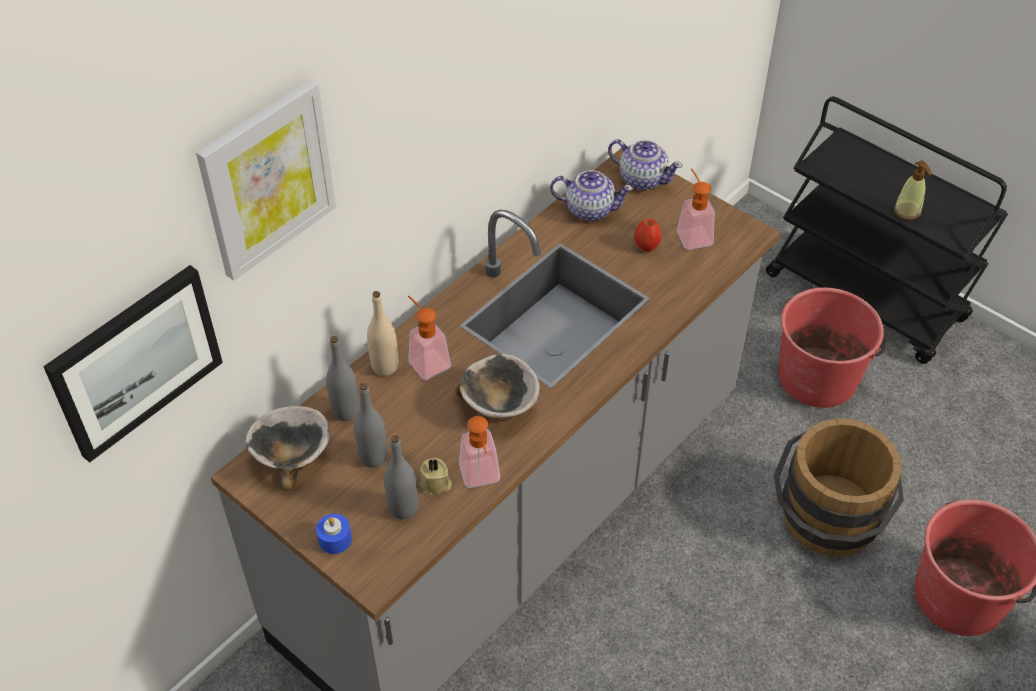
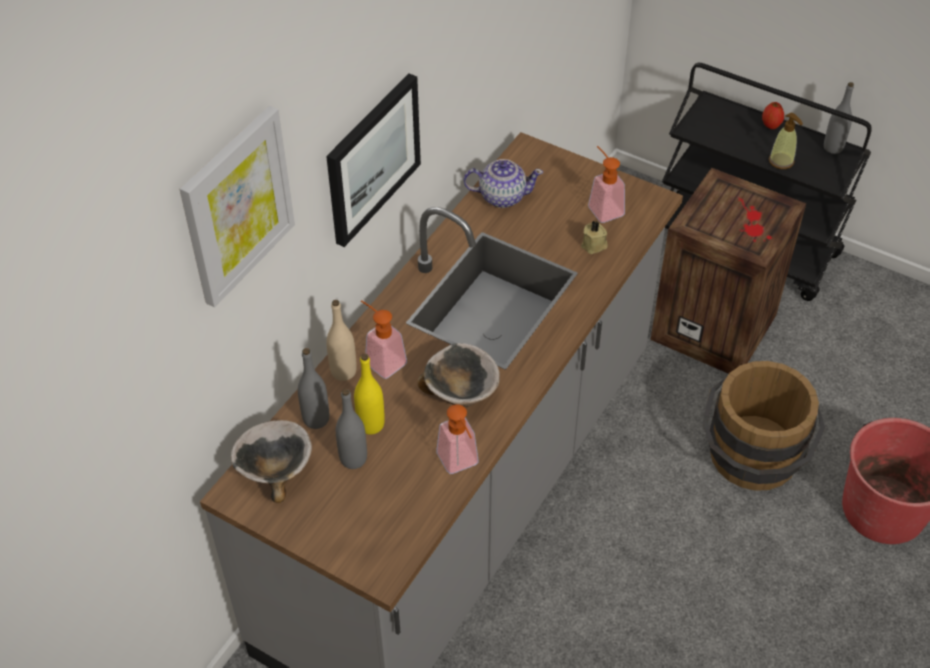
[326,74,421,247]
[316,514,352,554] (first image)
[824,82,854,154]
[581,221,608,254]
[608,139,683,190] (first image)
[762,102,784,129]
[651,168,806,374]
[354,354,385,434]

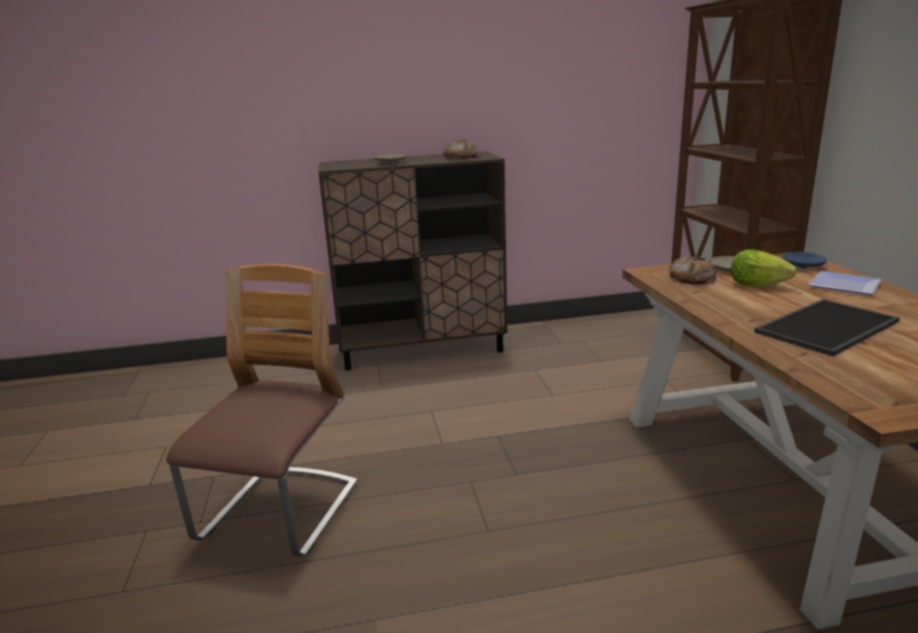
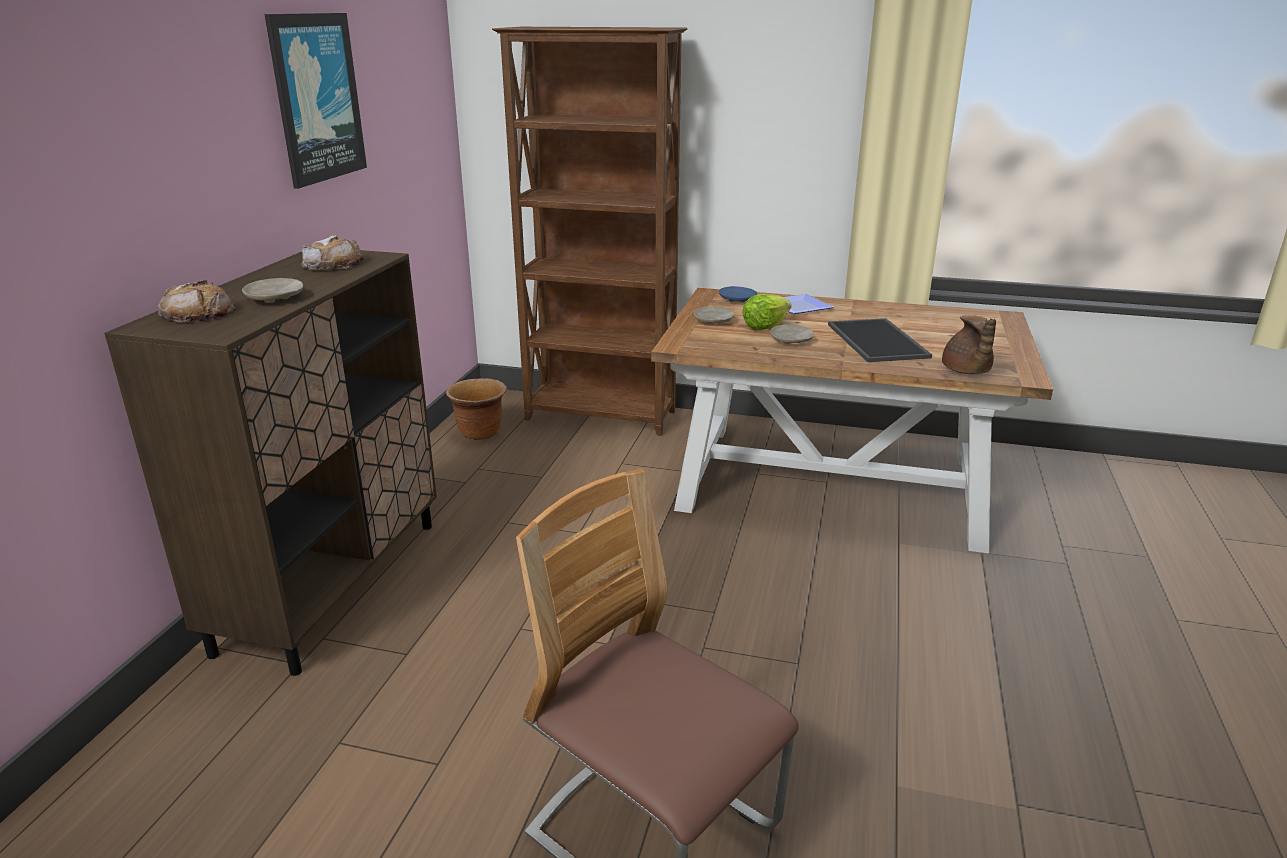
[158,280,236,323]
[265,13,367,189]
[446,378,507,440]
[770,324,814,344]
[942,315,996,374]

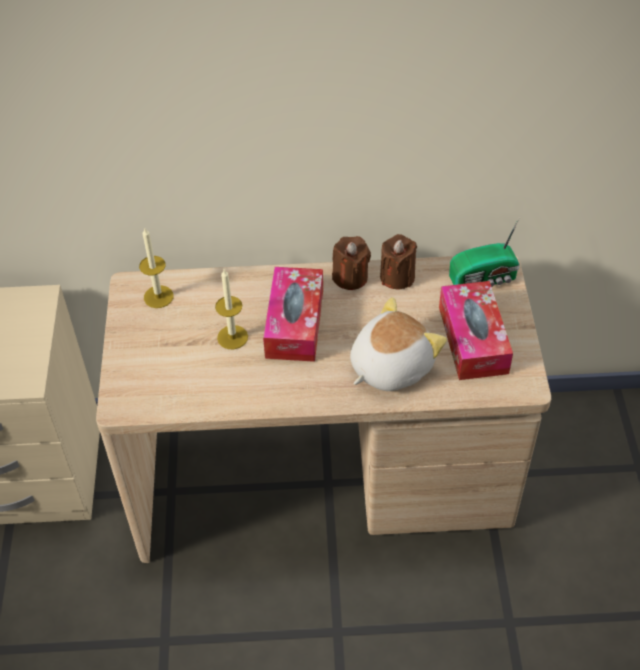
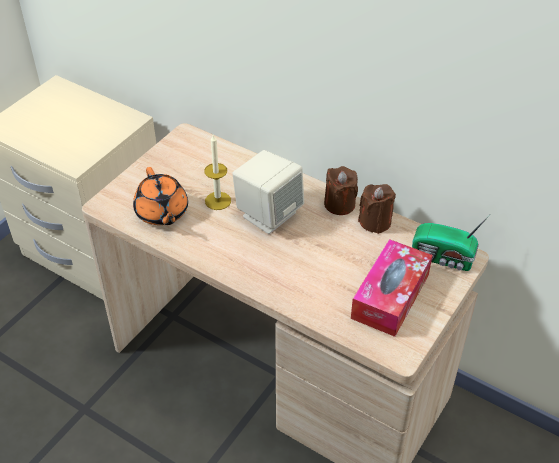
[139,228,174,308] (first image)
[232,150,304,234]
[350,297,447,391] (first image)
[133,167,188,225]

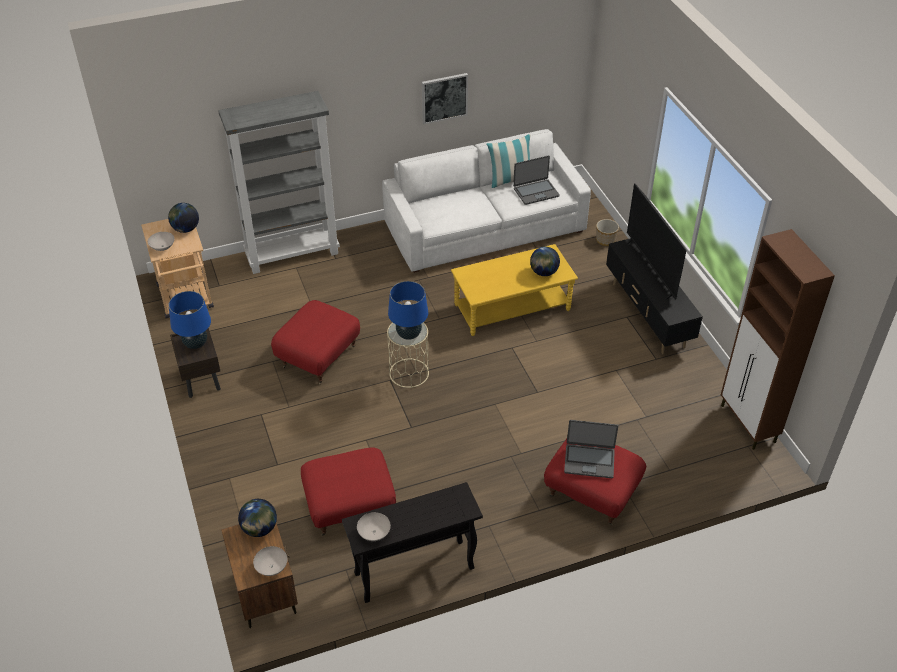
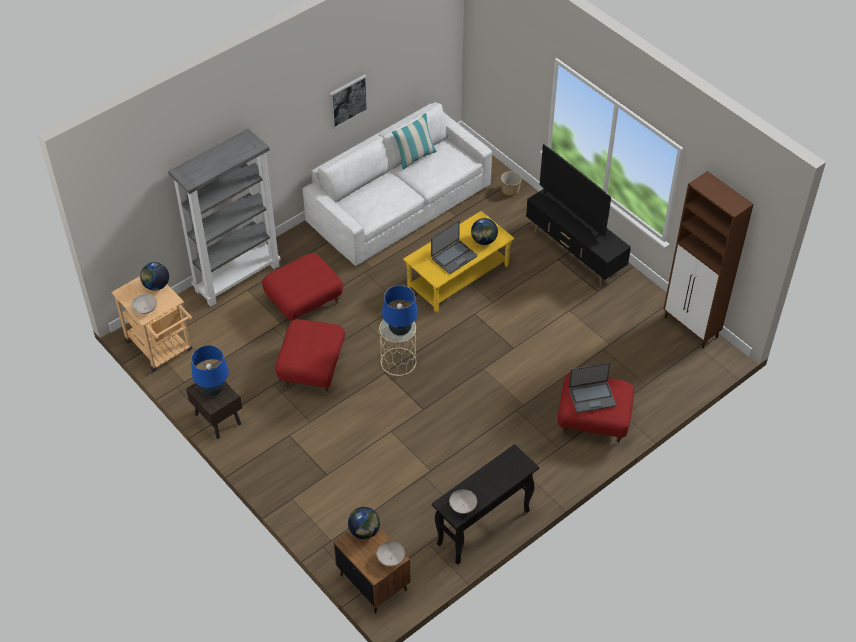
[262,253,343,321]
[431,220,477,274]

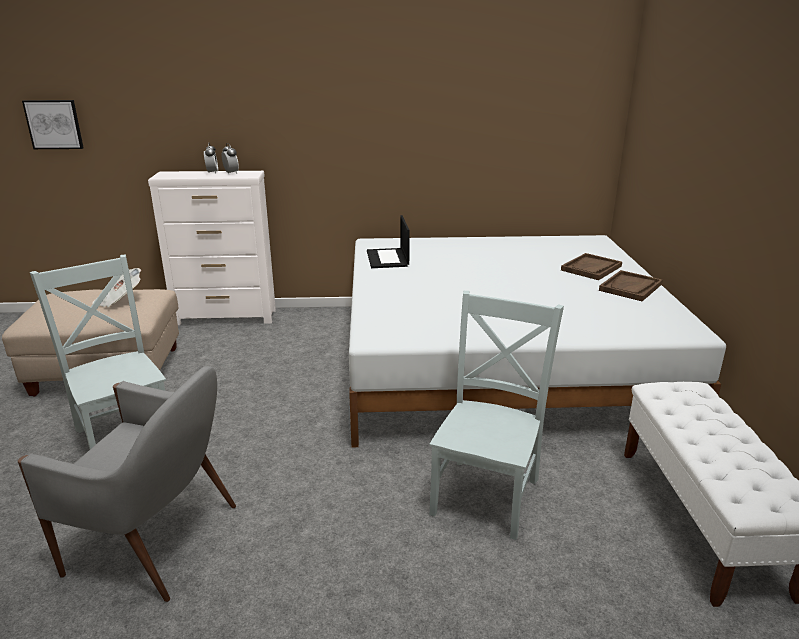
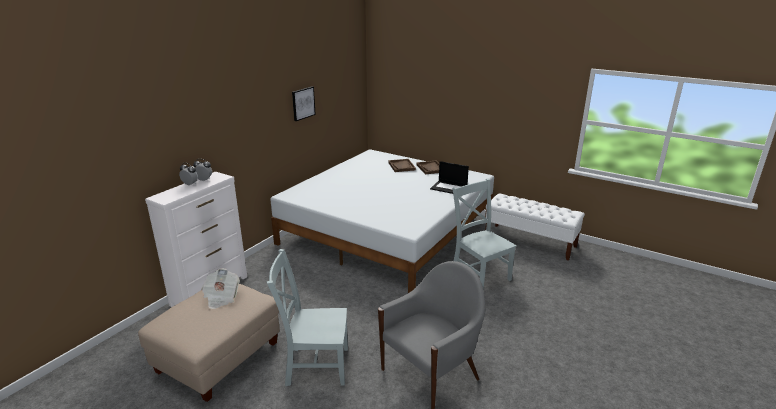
[292,86,316,121]
[430,161,469,194]

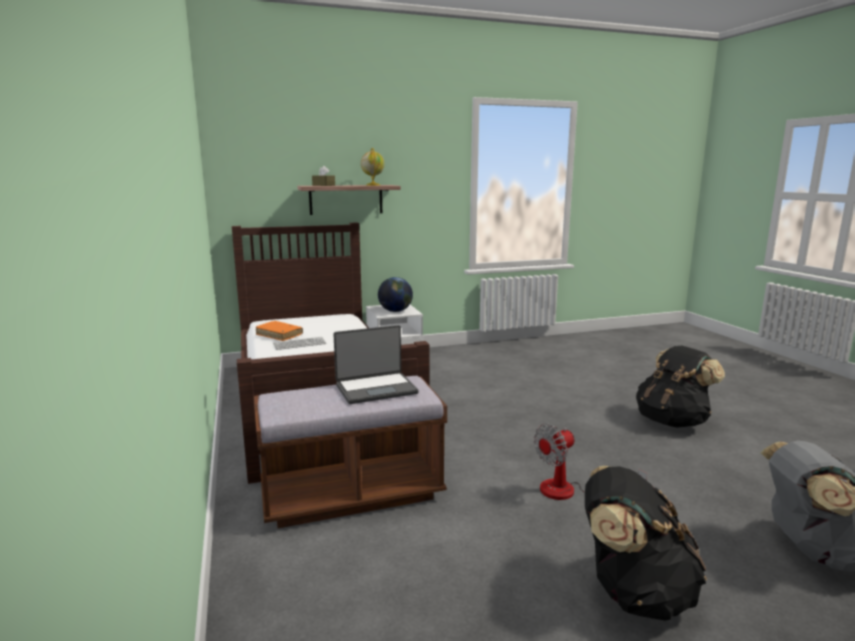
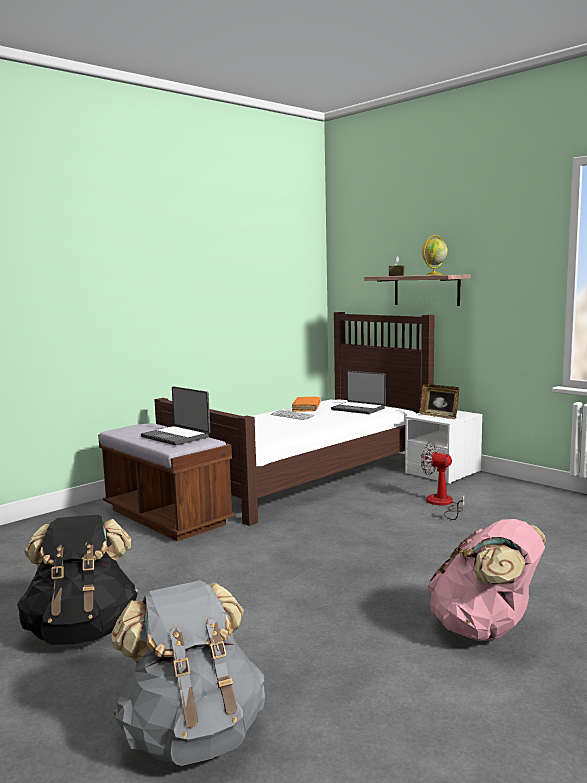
[420,384,459,419]
[421,443,465,520]
[428,519,546,641]
[331,371,386,414]

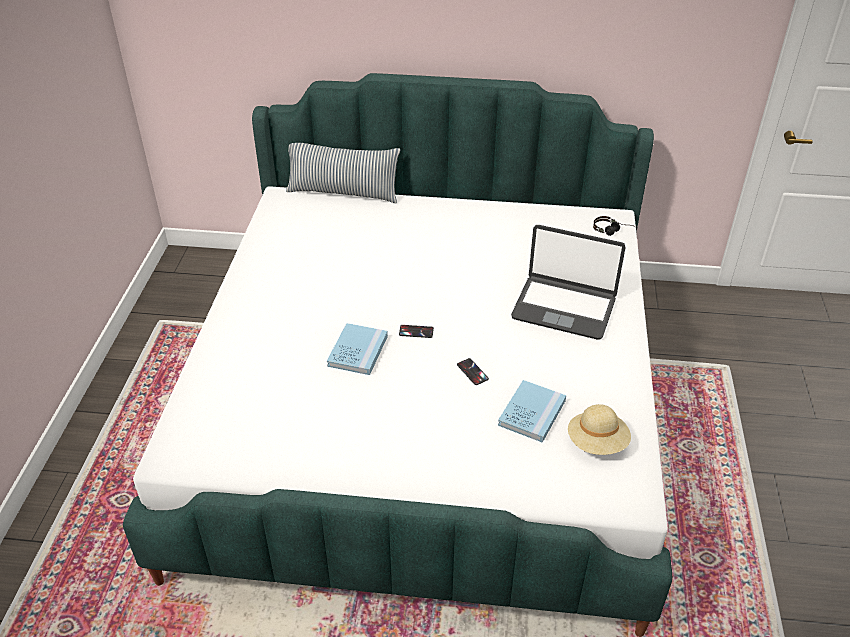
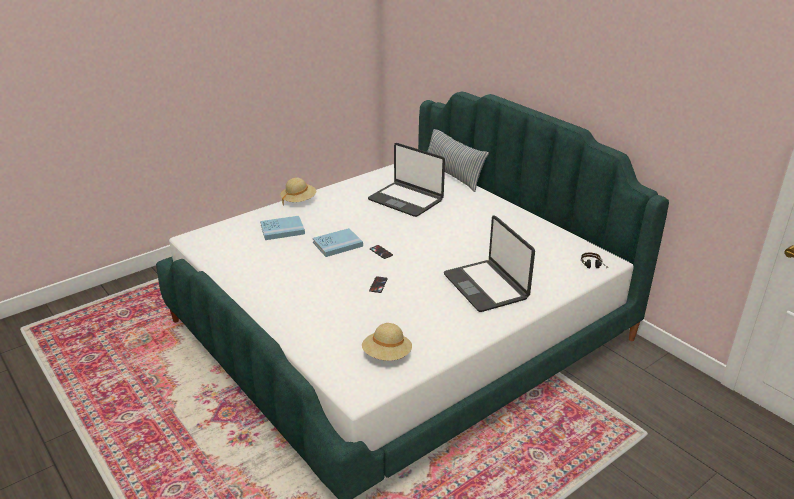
[260,216,305,240]
[280,177,316,205]
[368,143,445,217]

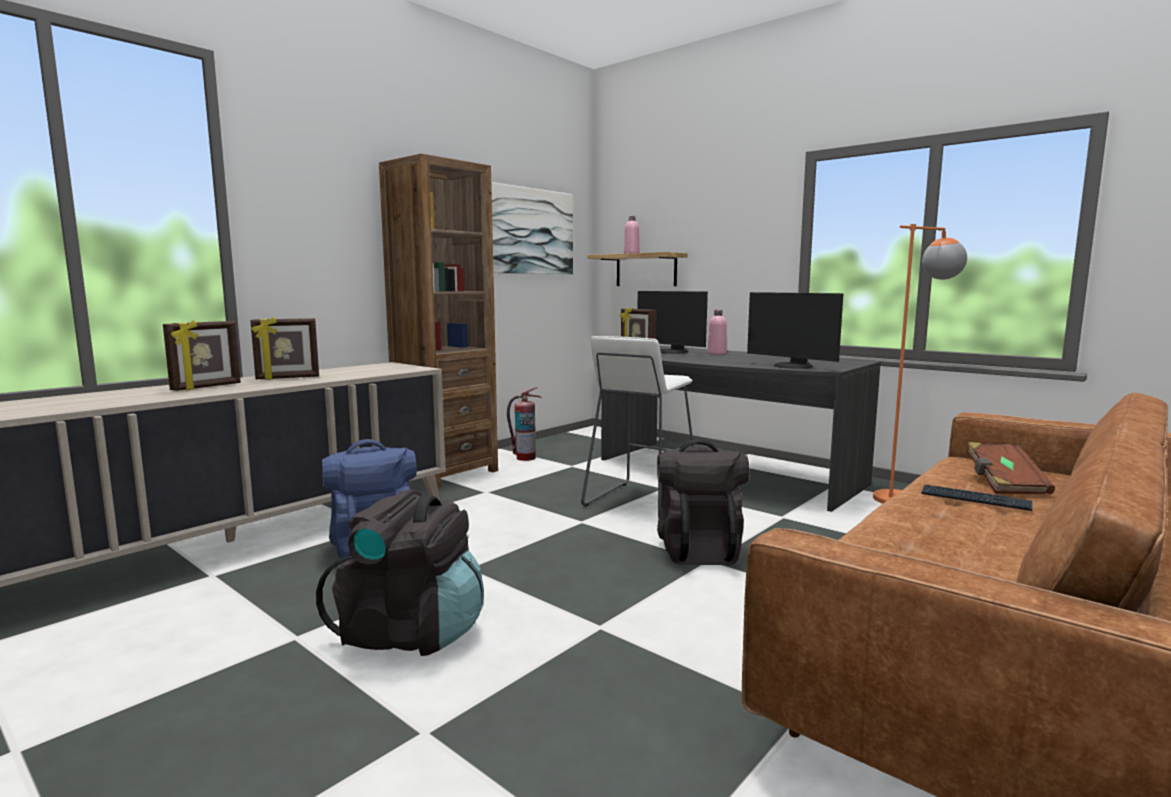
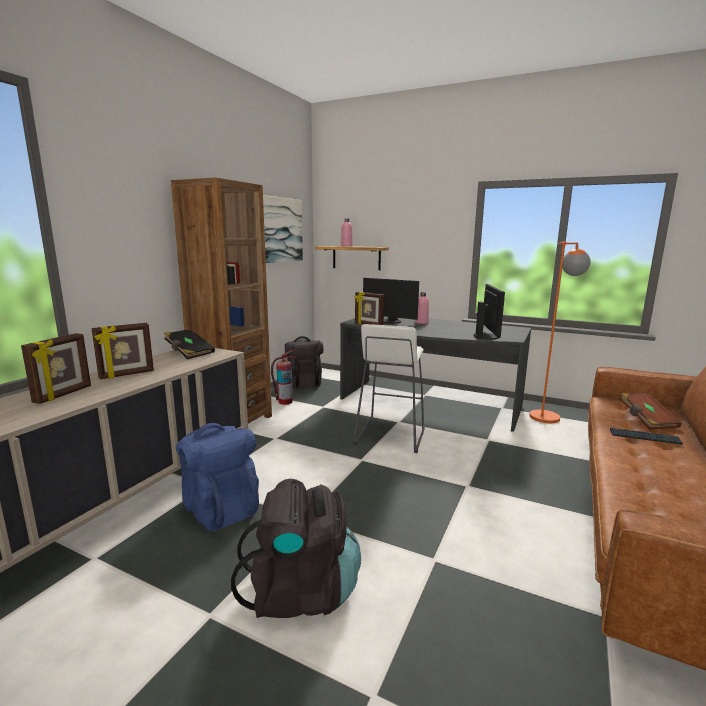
[285,336,323,389]
[474,284,505,340]
[164,329,215,359]

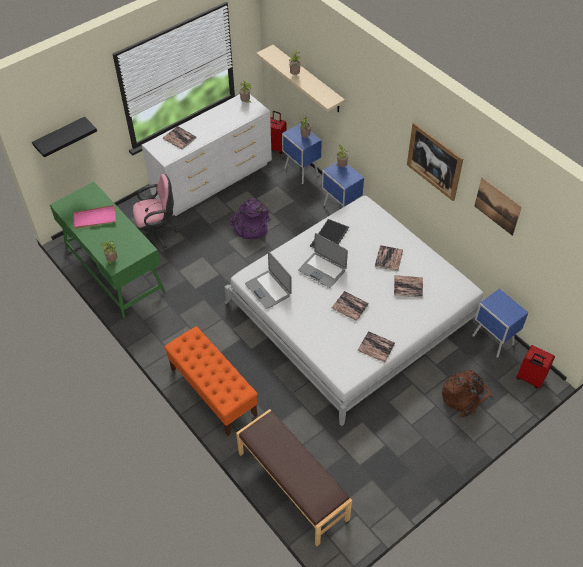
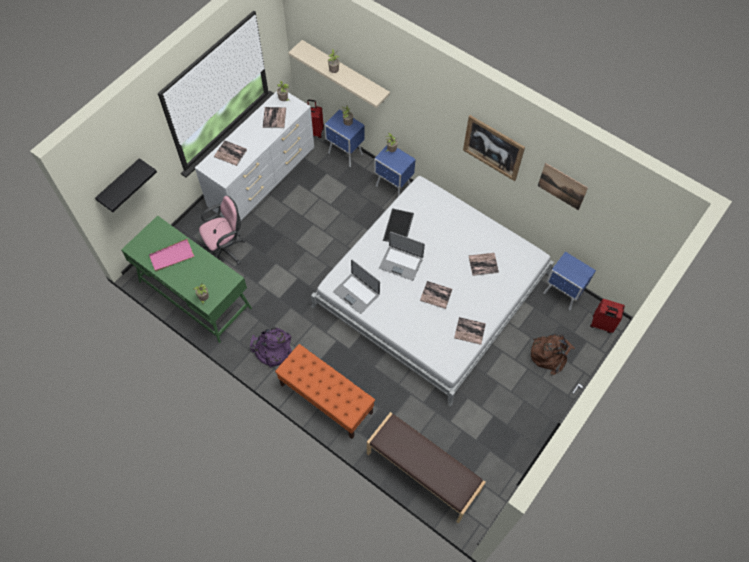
[249,326,292,368]
[262,107,286,128]

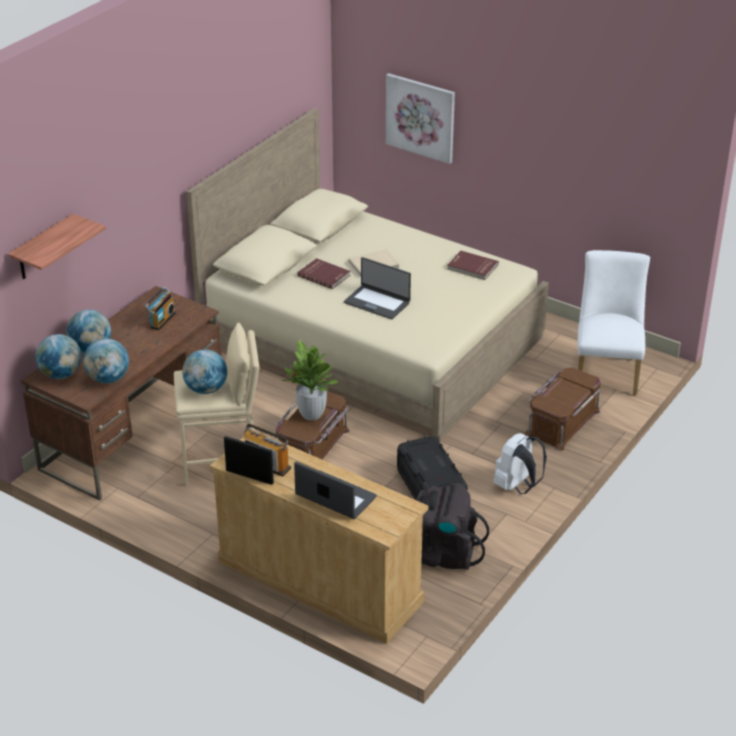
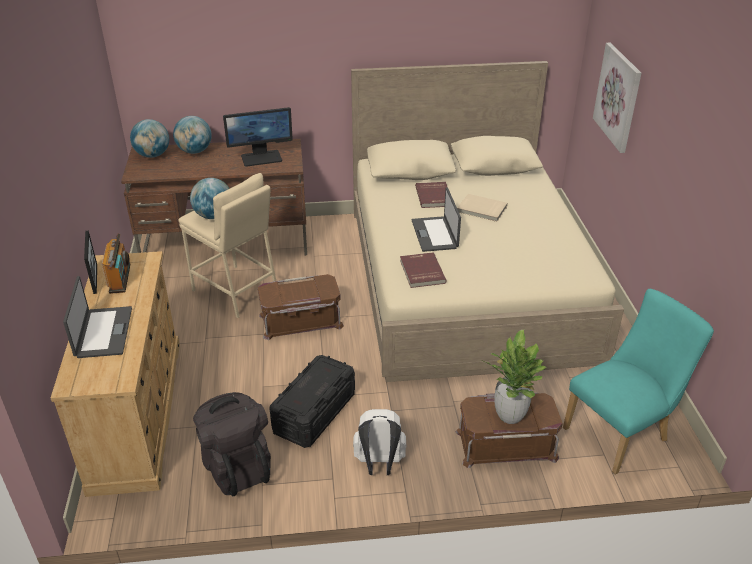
[8,214,106,279] (first image)
[83,339,129,384] (first image)
[223,107,293,167]
[481,329,547,424]
[400,252,447,288]
[563,289,714,475]

